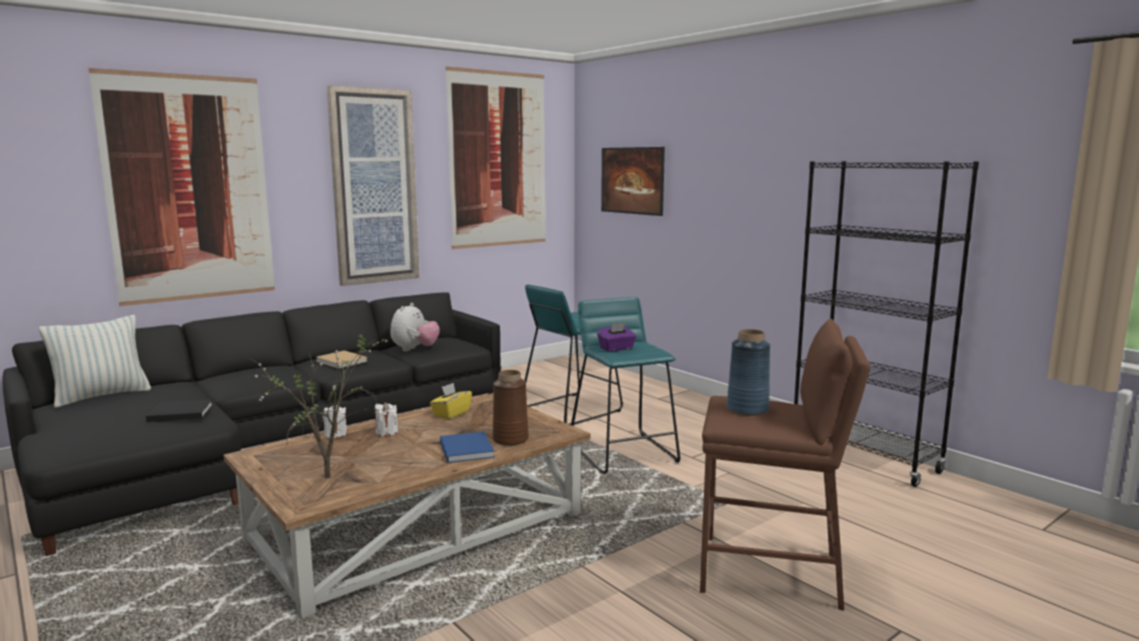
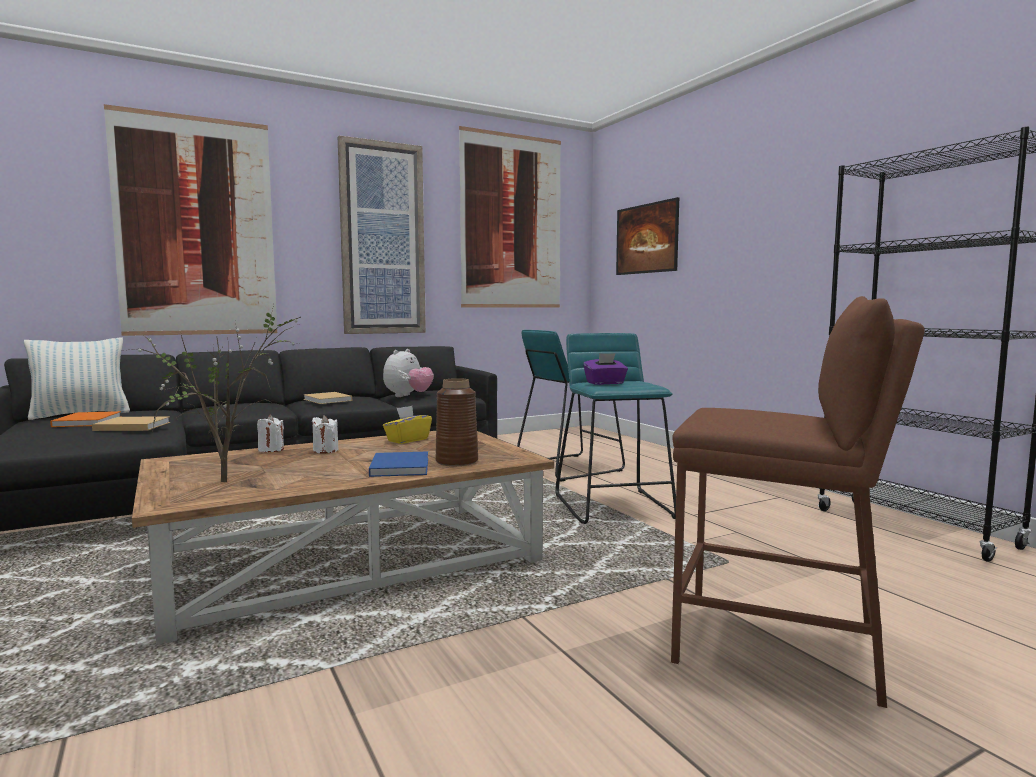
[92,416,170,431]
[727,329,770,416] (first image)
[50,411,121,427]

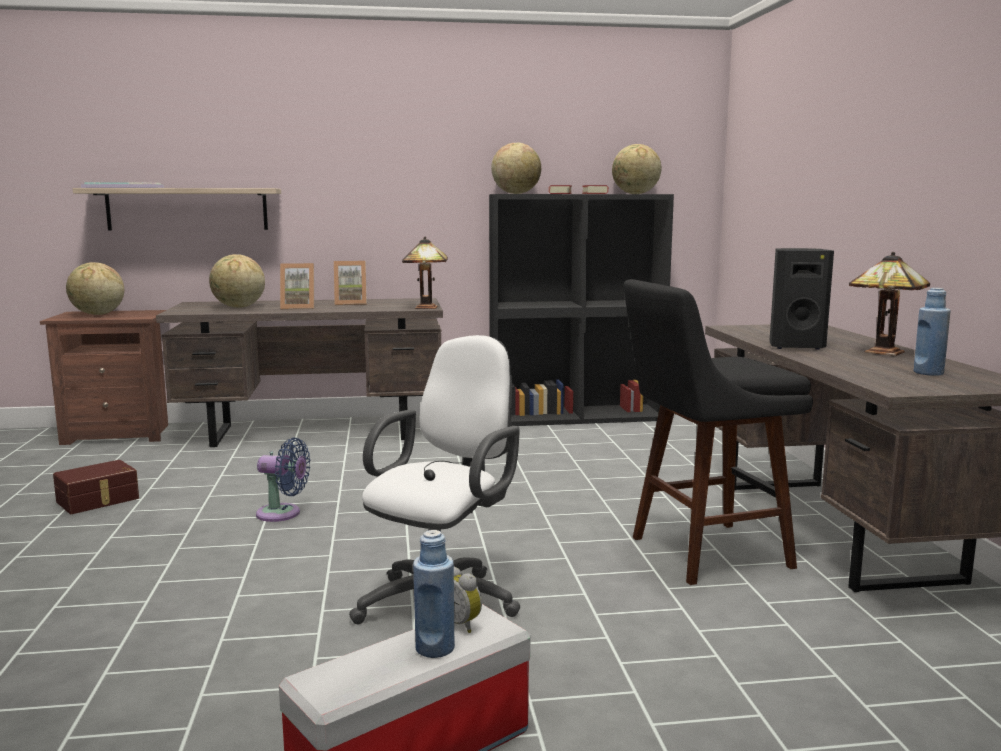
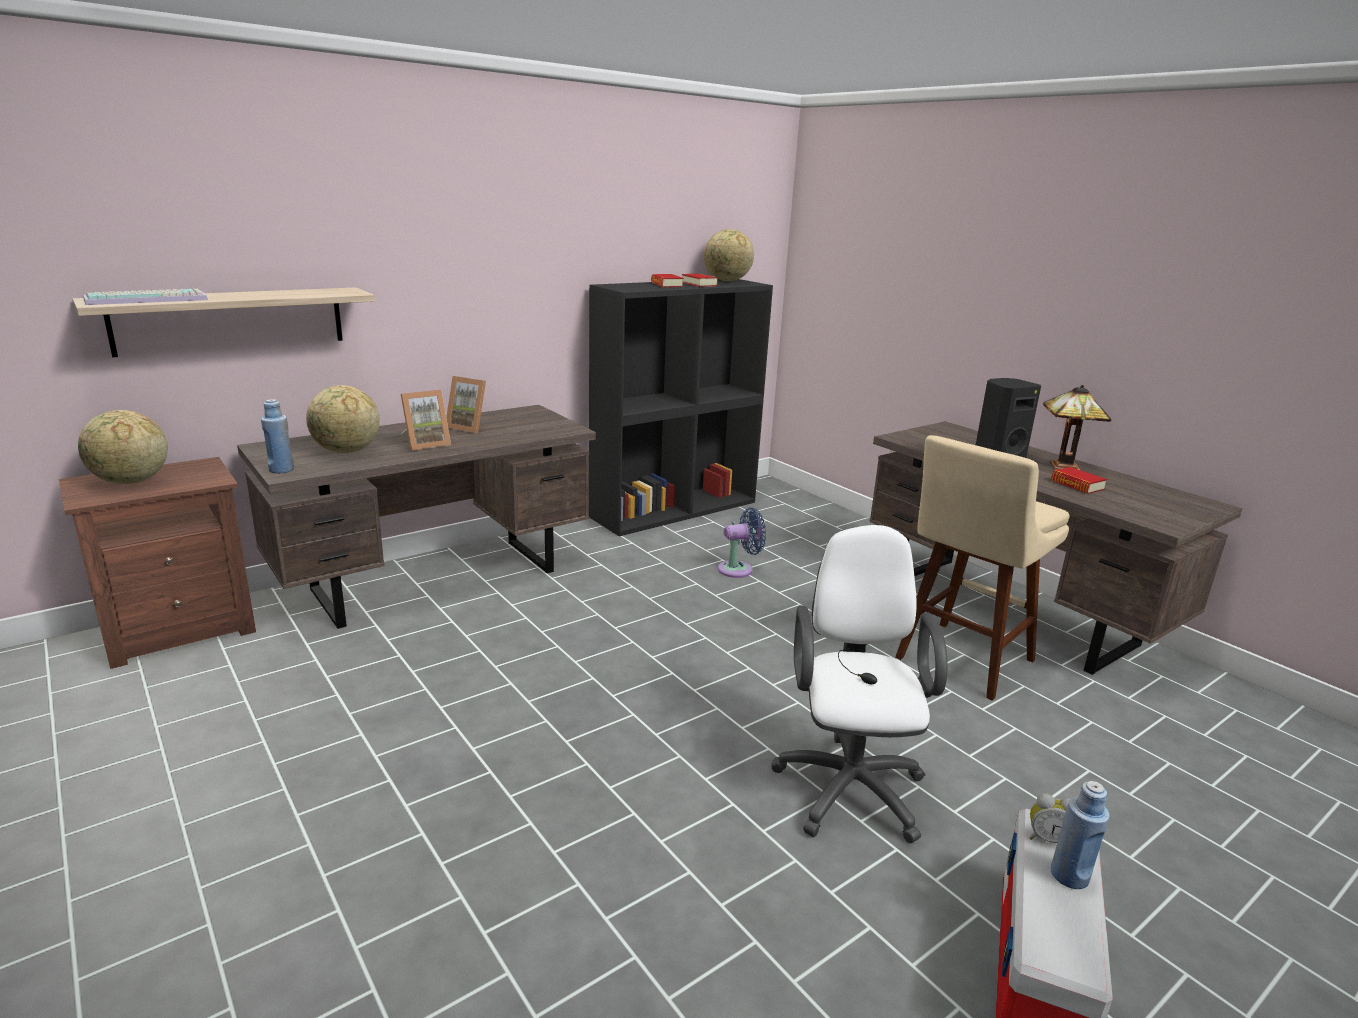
[53,460,139,514] (first image)
[718,508,766,578]
[446,376,486,433]
[402,236,448,309] (first image)
[491,143,541,194] (first image)
[895,435,1070,701]
[261,399,294,474]
[1051,467,1107,494]

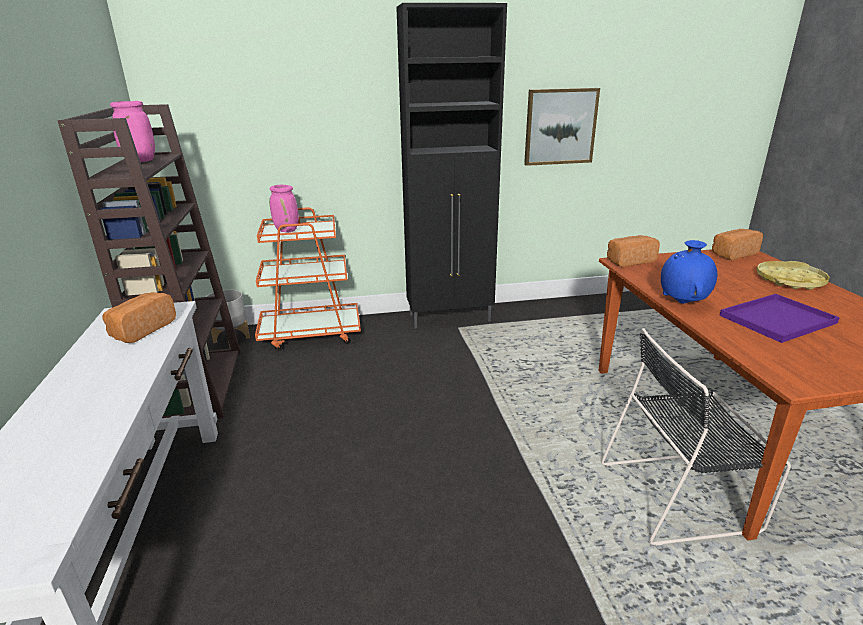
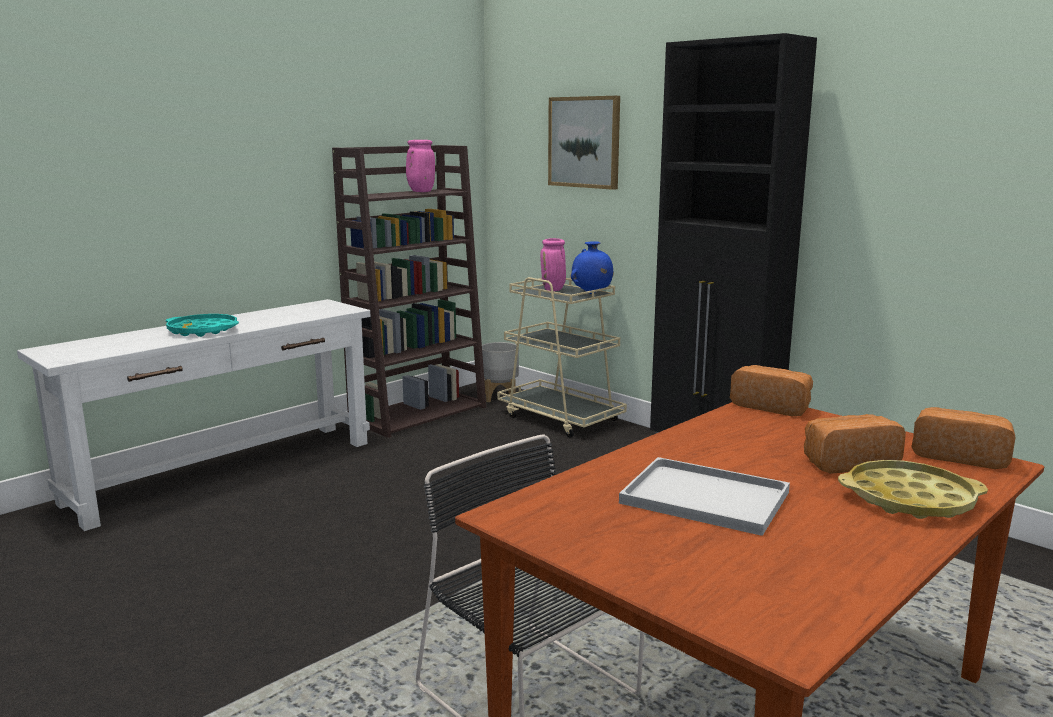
[804,414,906,474]
[497,271,627,438]
[548,96,620,190]
[571,241,614,294]
[619,457,790,536]
[166,314,239,337]

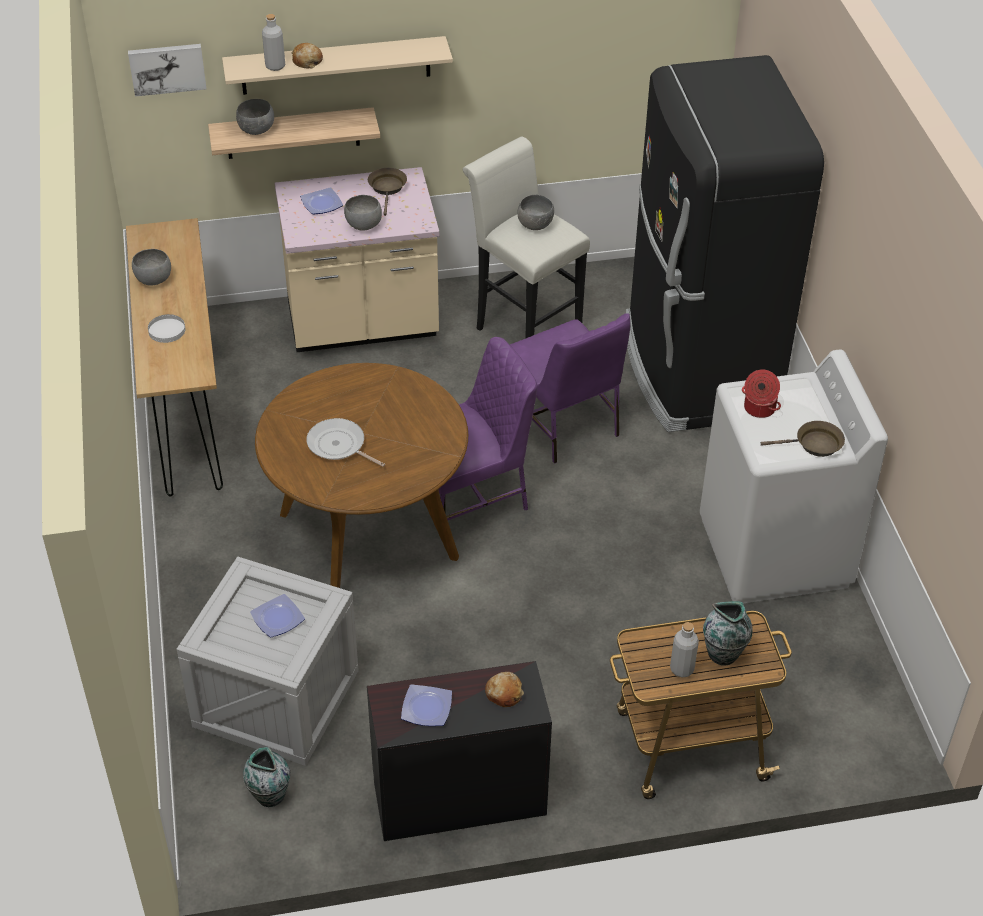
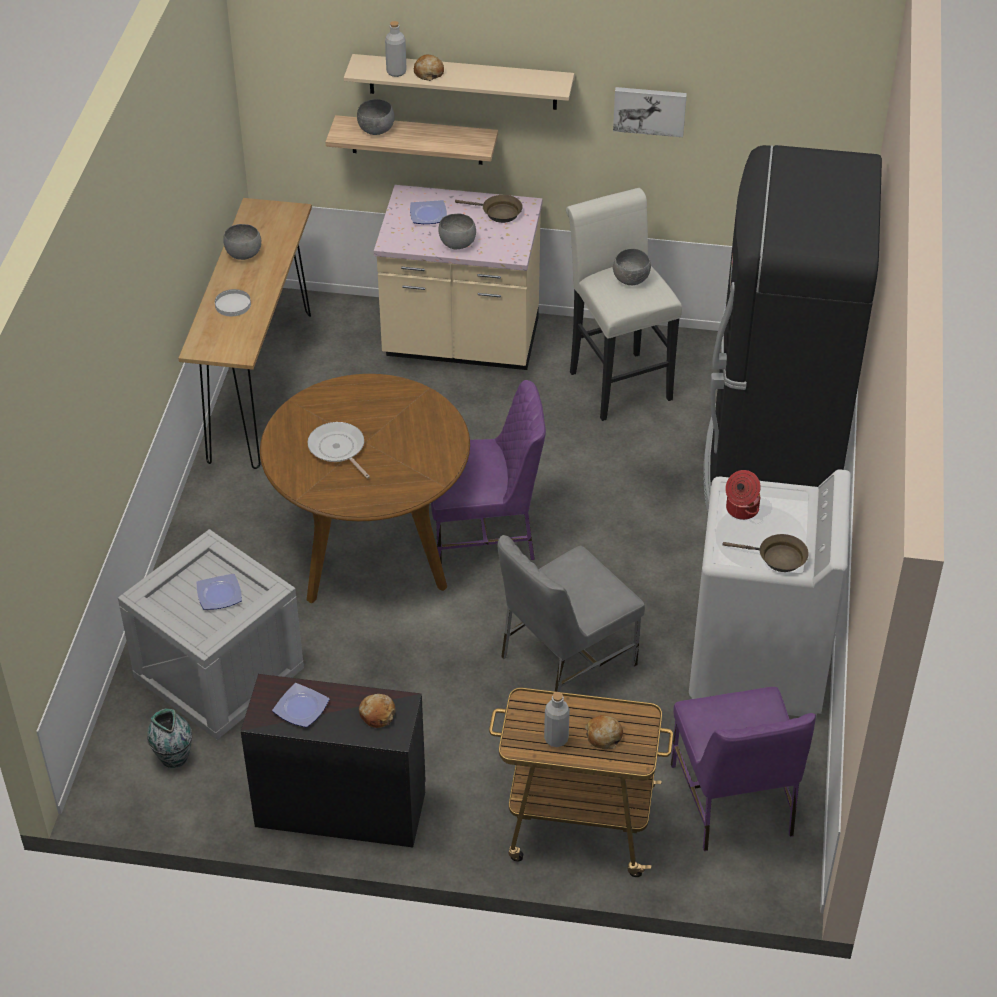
[613,87,687,137]
[455,195,523,223]
[671,687,816,851]
[585,715,623,749]
[498,535,645,692]

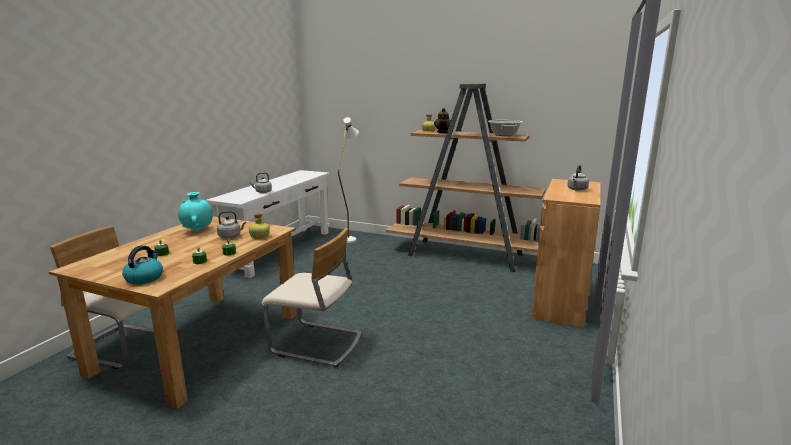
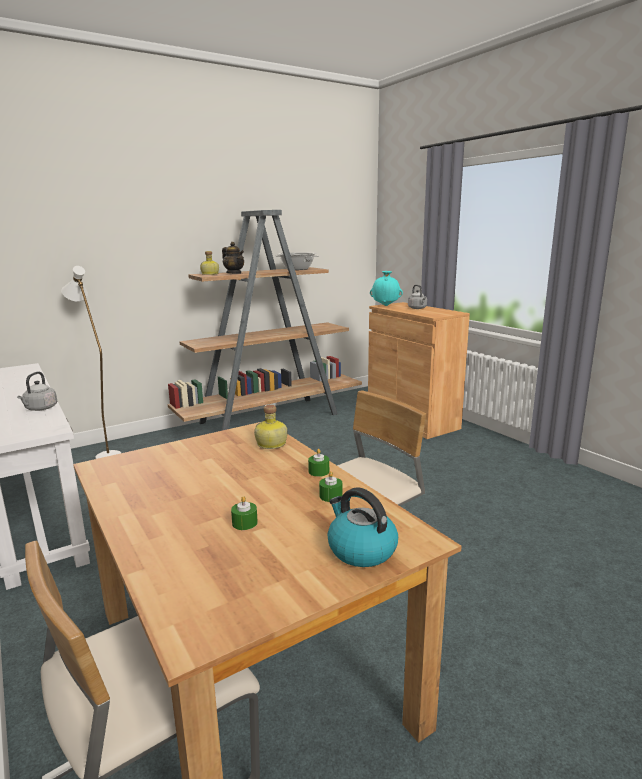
[370,271,403,306]
[217,211,246,239] (first image)

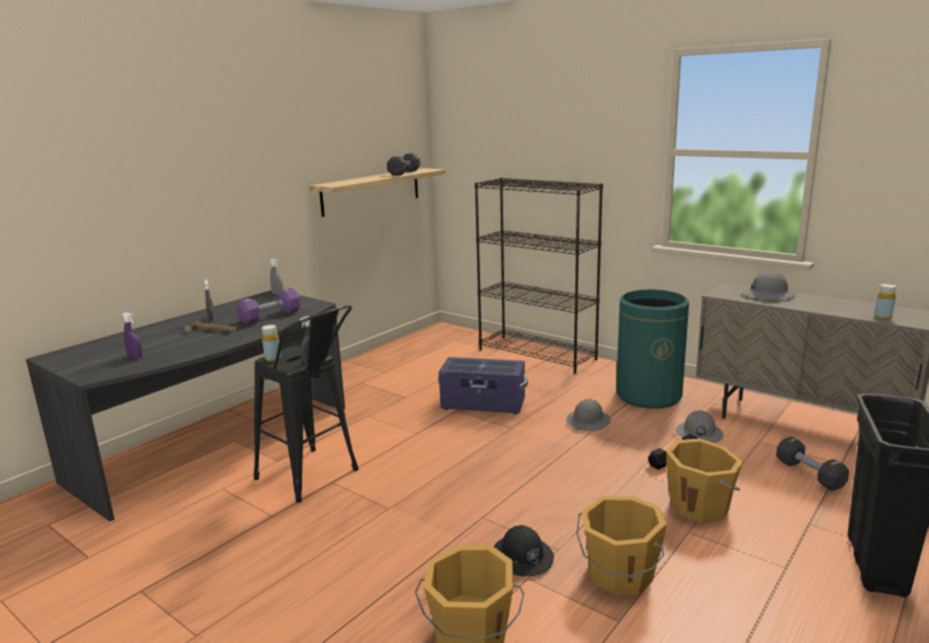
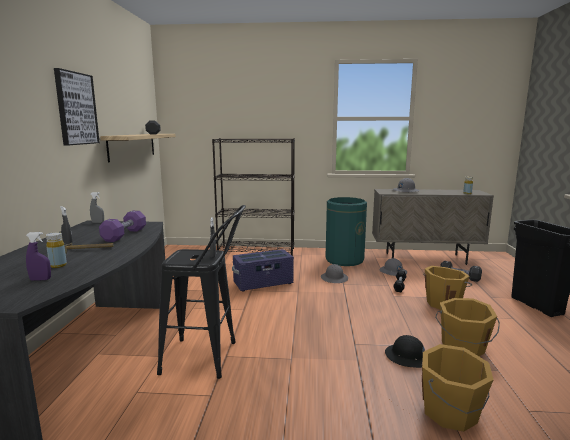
[46,232,67,268]
[54,68,100,145]

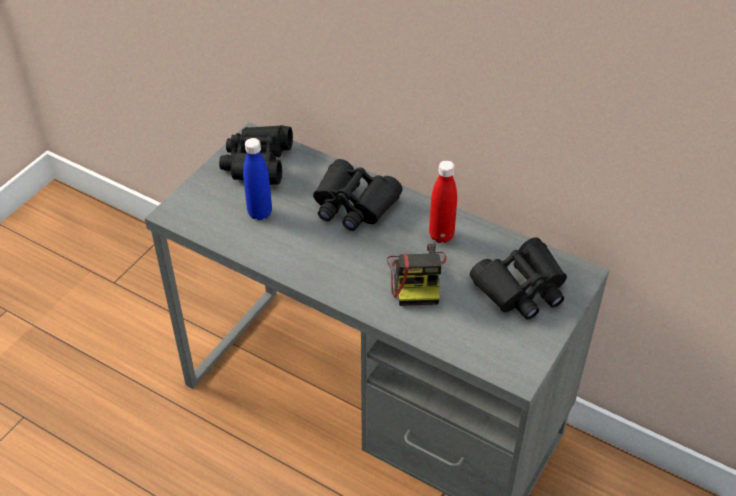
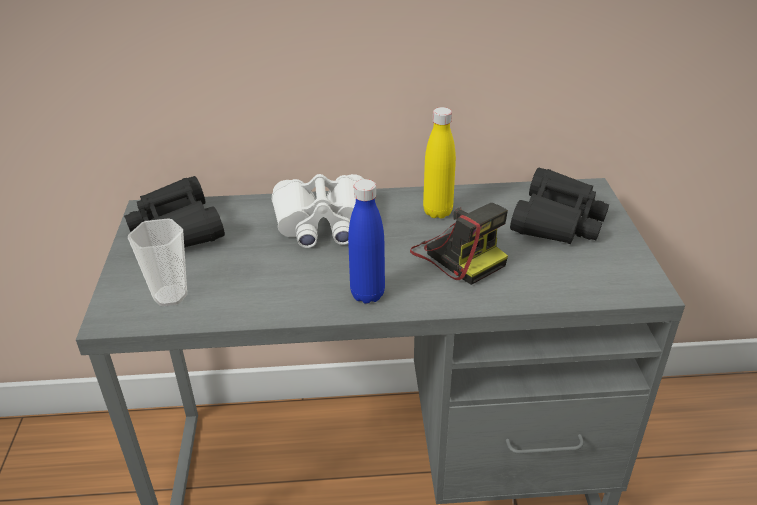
[348,179,385,304]
[272,174,364,248]
[423,107,456,219]
[128,218,187,306]

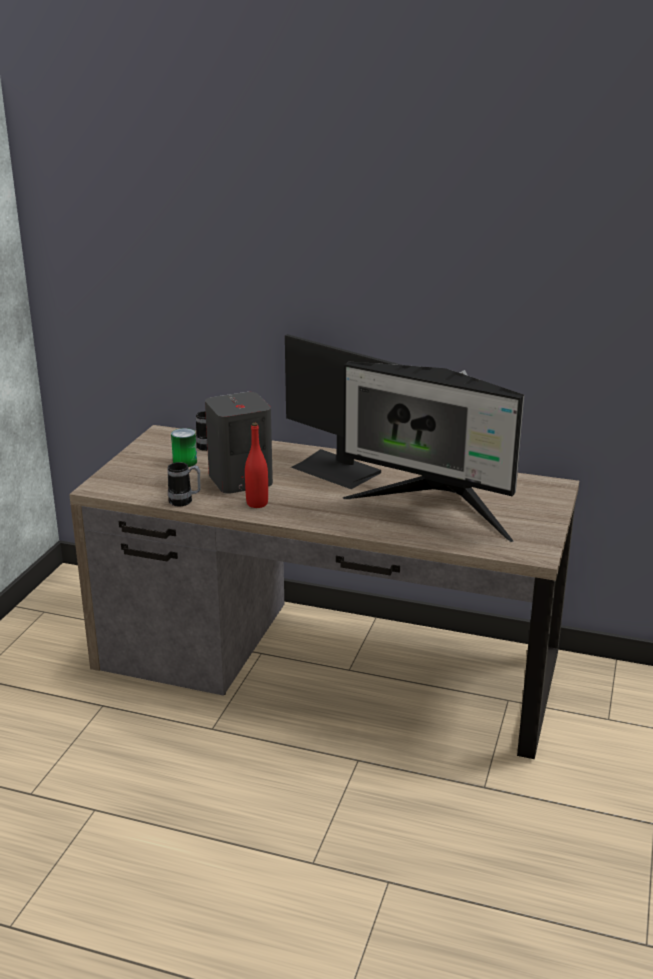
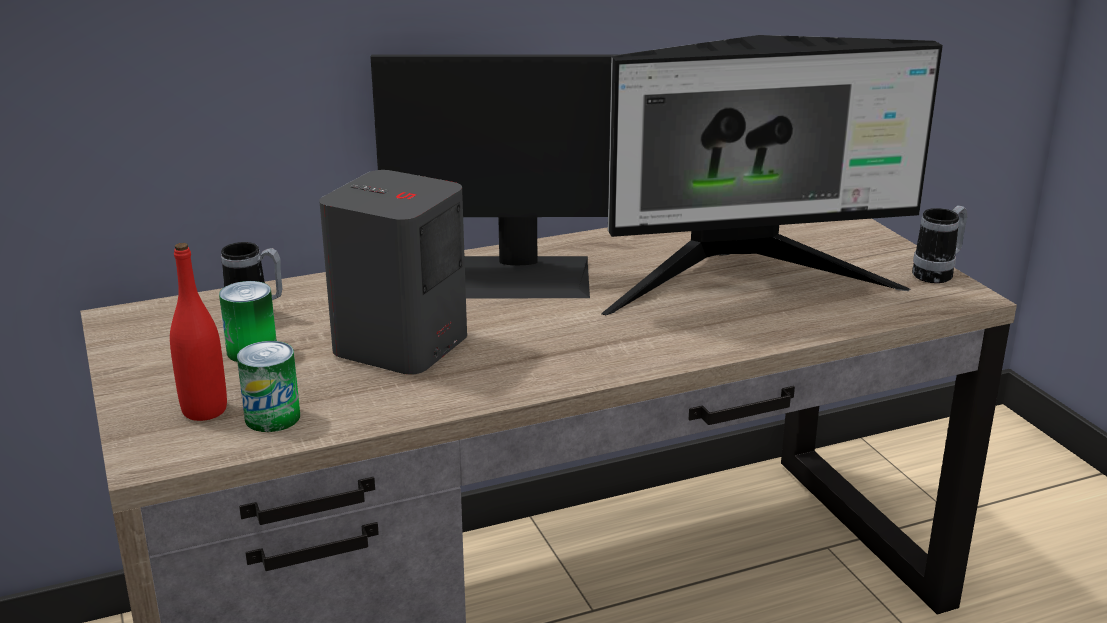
[912,205,968,283]
[170,243,227,421]
[237,341,300,432]

